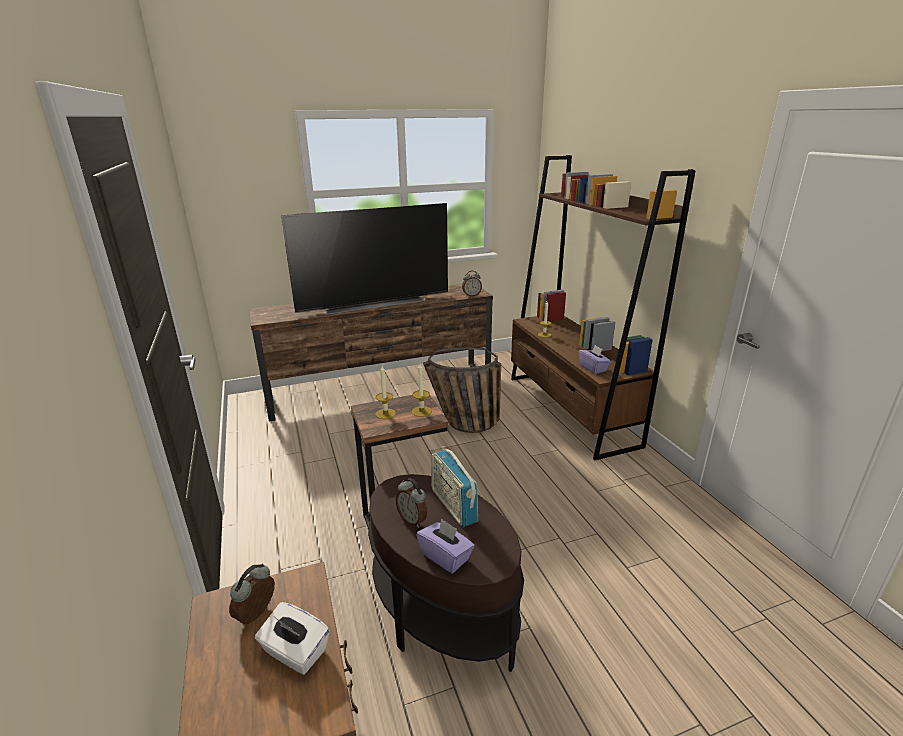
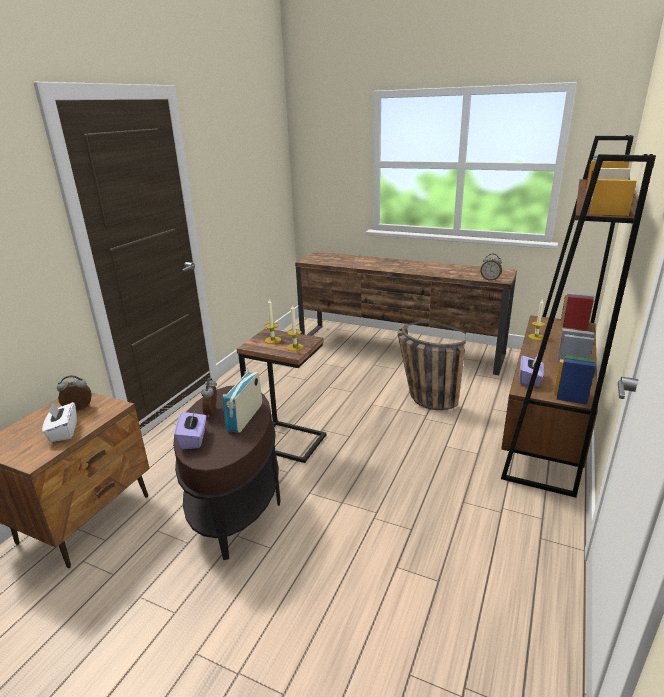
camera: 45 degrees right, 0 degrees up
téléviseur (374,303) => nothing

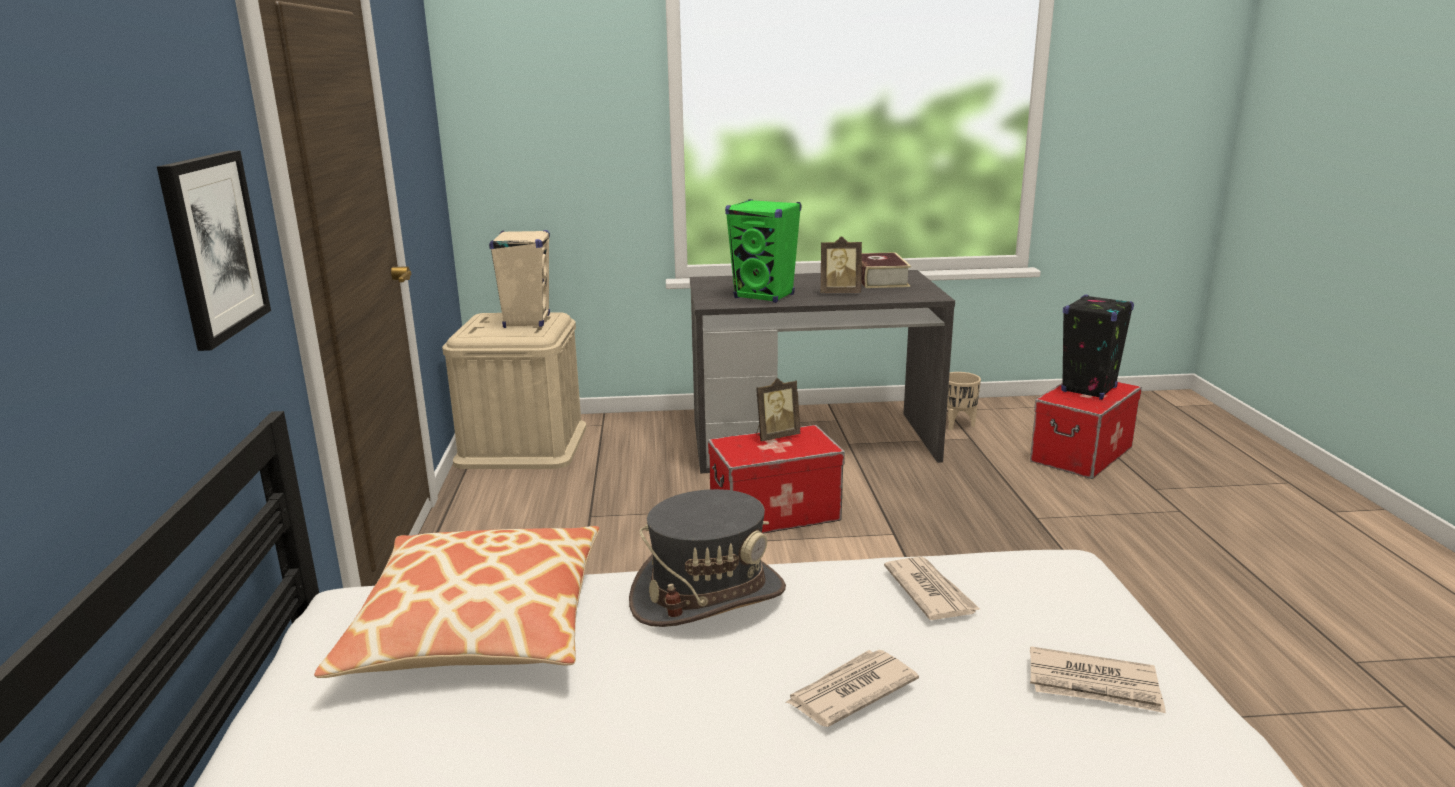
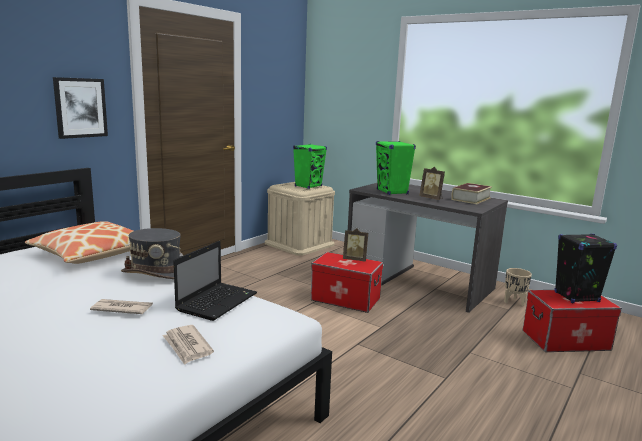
camera: 40 degrees right, 5 degrees down
journal (930,591) => ordinateur portable (218,301)
enceinte/beige (527,321) => enceinte/vert (308,186)

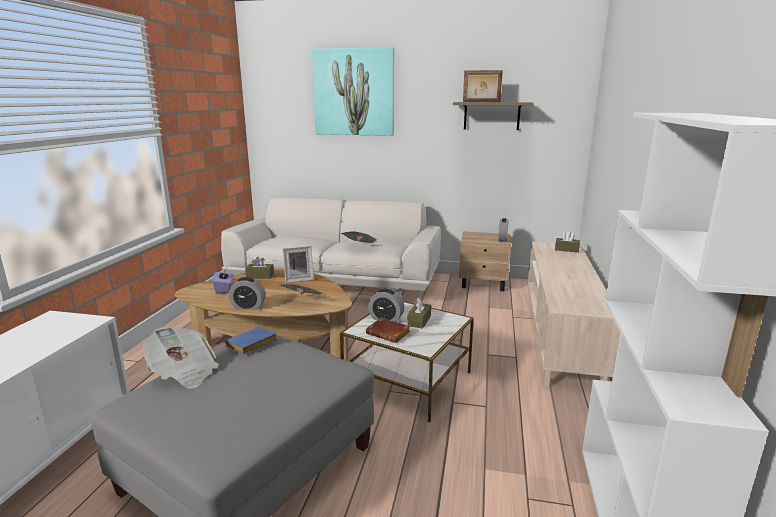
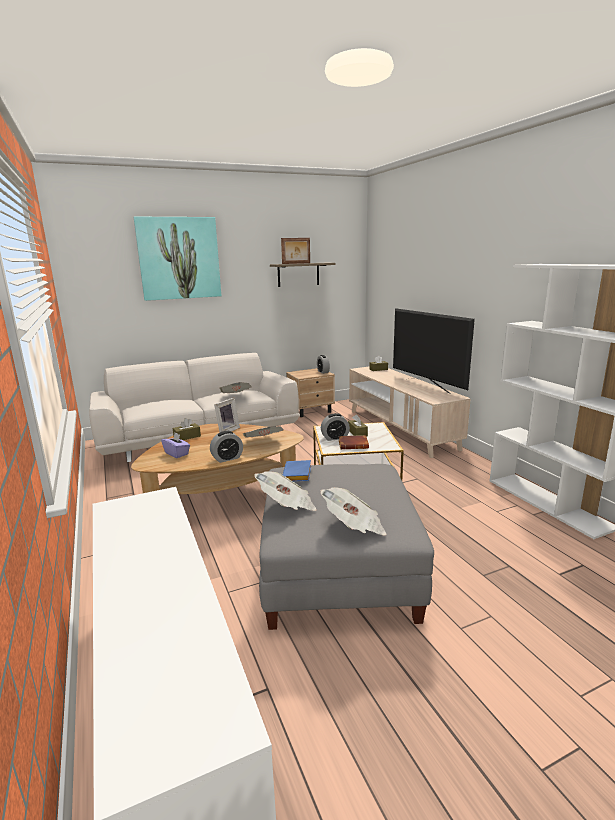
camera: 35 degrees left, 0 degrees up
nothing => journal (354,526)
nothing => téléviseur (427,386)

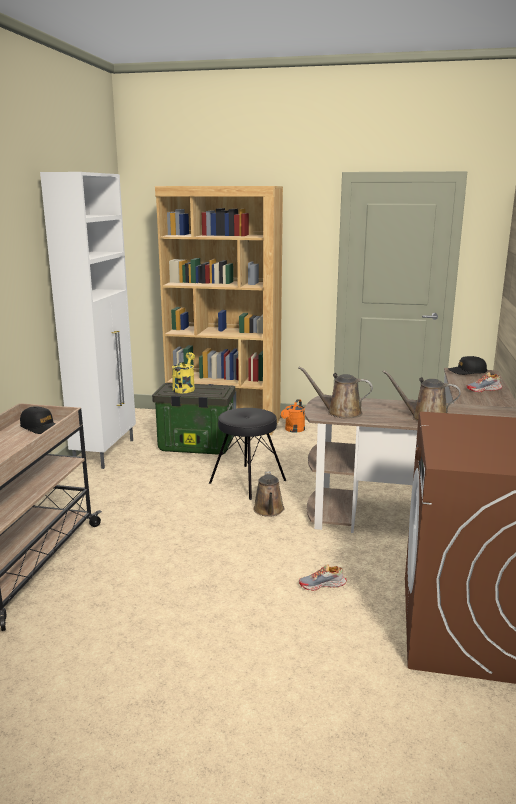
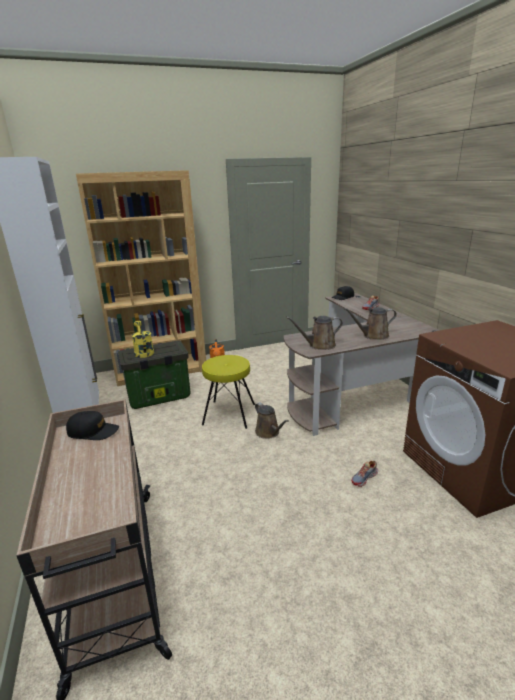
camera: 30 degrees left, 5 degrees up
tabouret/noir (247,481) => tabouret/jaune (229,414)

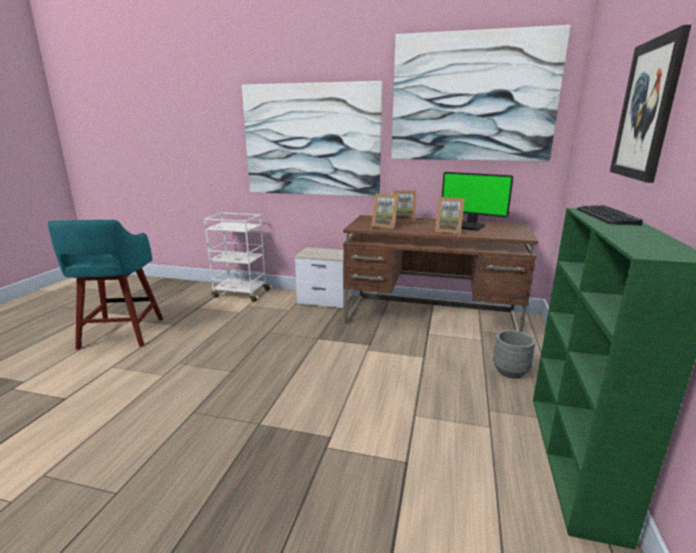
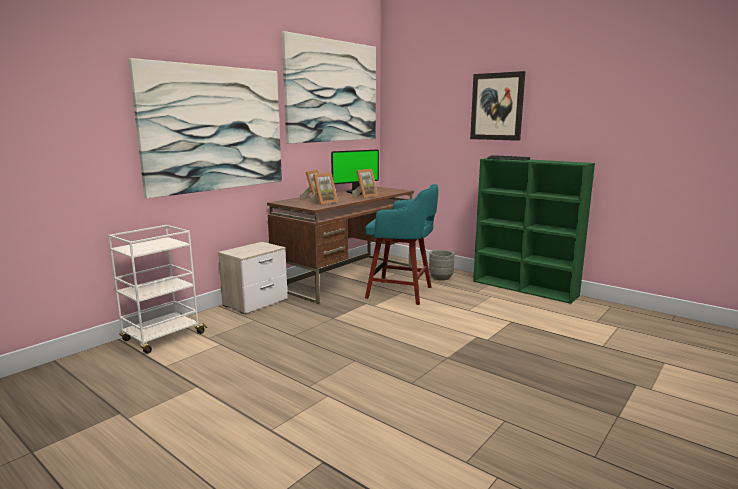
camera: 65 degrees left, 5 degrees down
tabouret/turquoise (121,334) => tabouret/turquoise (401,293), shifted

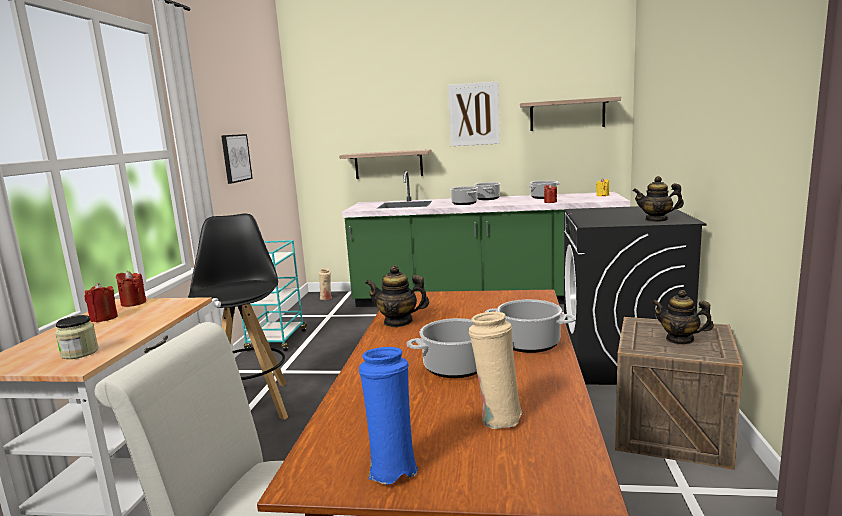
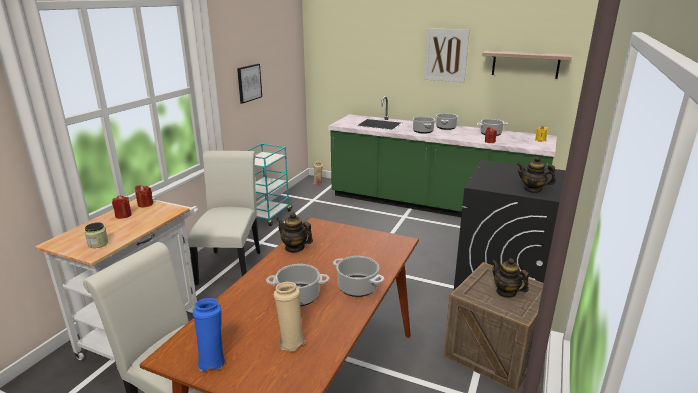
camera: 15 degrees right, 10 degrees up
tabouret/noir (251,404) => chaise/blanc (231,265)
étagère (388,164) => nothing

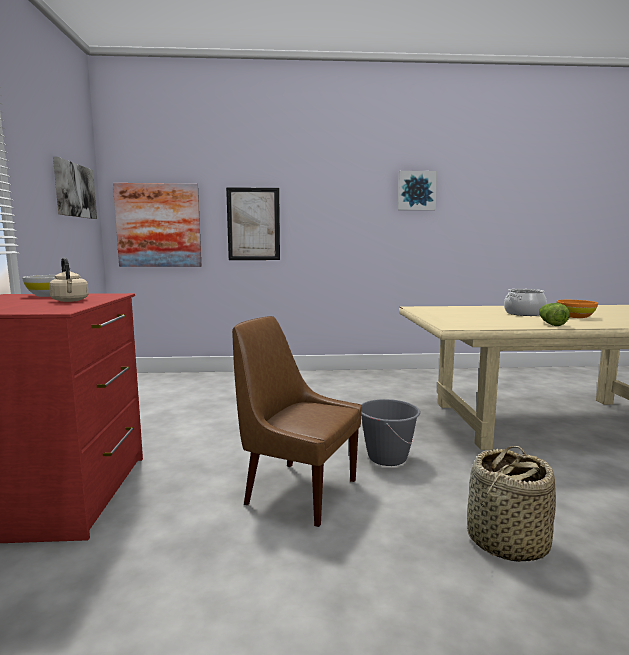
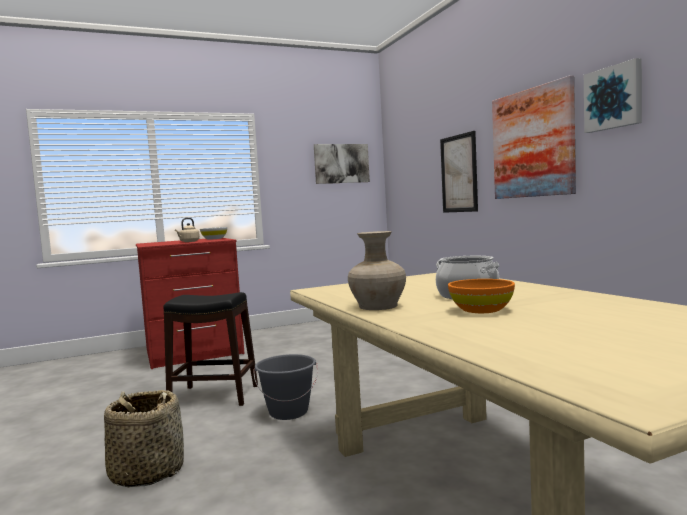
camera: 70 degrees right, 5 degrees down
chaise/marron (297,491) => tabouret/noir (214,396)
laitue (550,324) => vase/beige (377,306)
tableau (158,225) => tableau (532,143), shifted

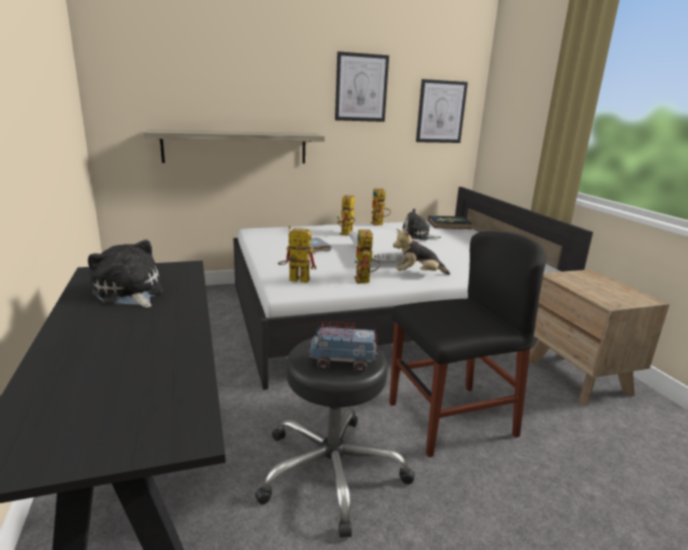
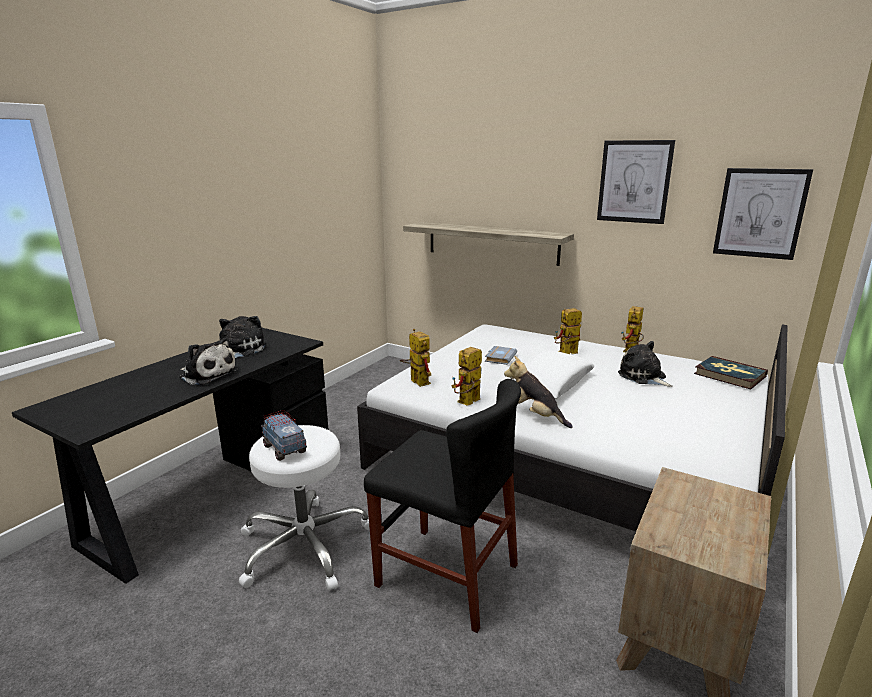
camera: 50 degrees right, 0 degrees up
nothing => peluche (207,374)
tabouret/noir (331,471) => tabouret/blanc (304,545)

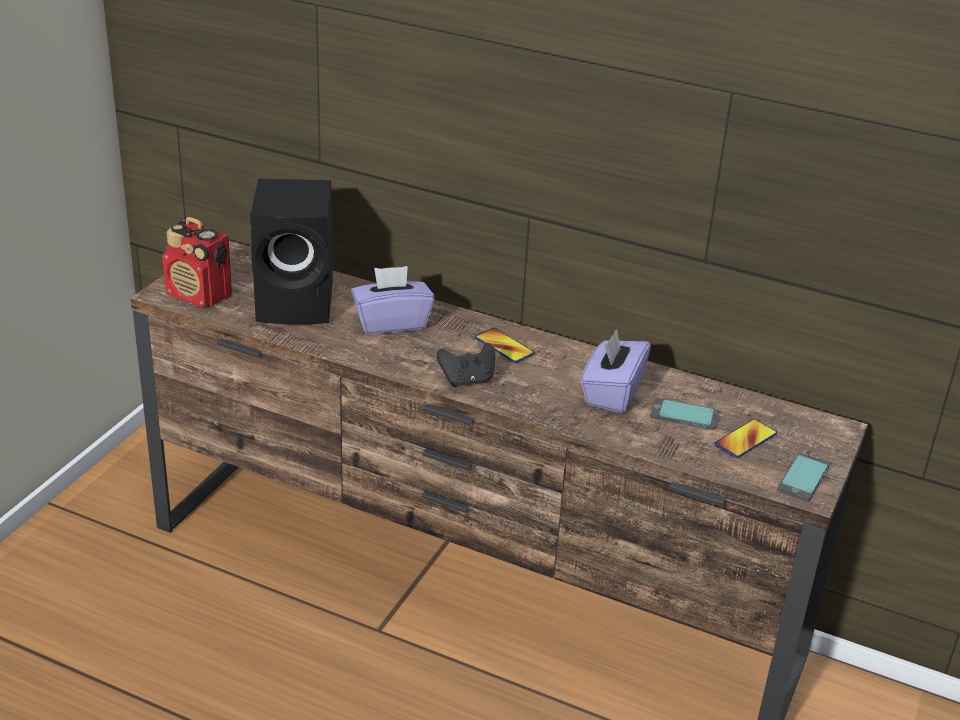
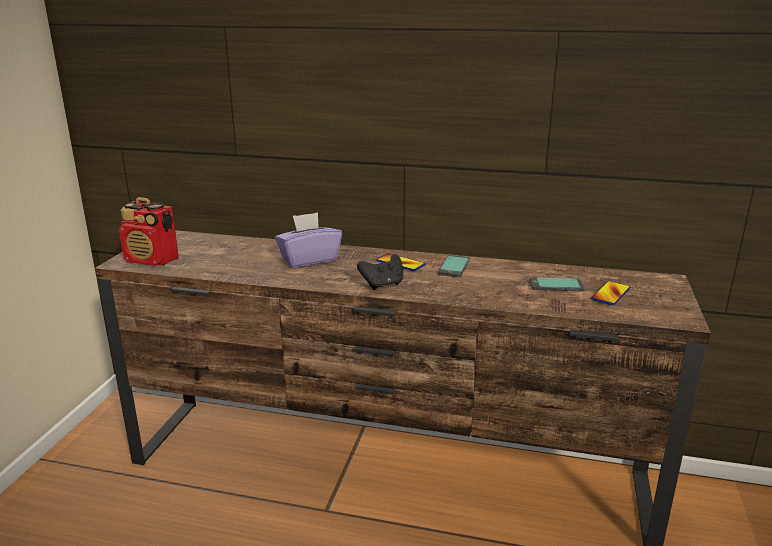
camera: 10 degrees left, 10 degrees down
téléphone (803,478) => téléphone (454,267), shifted
enceinte/noir (298,303) => nothing
boîte à mouchoirs/violet (612,392) => nothing

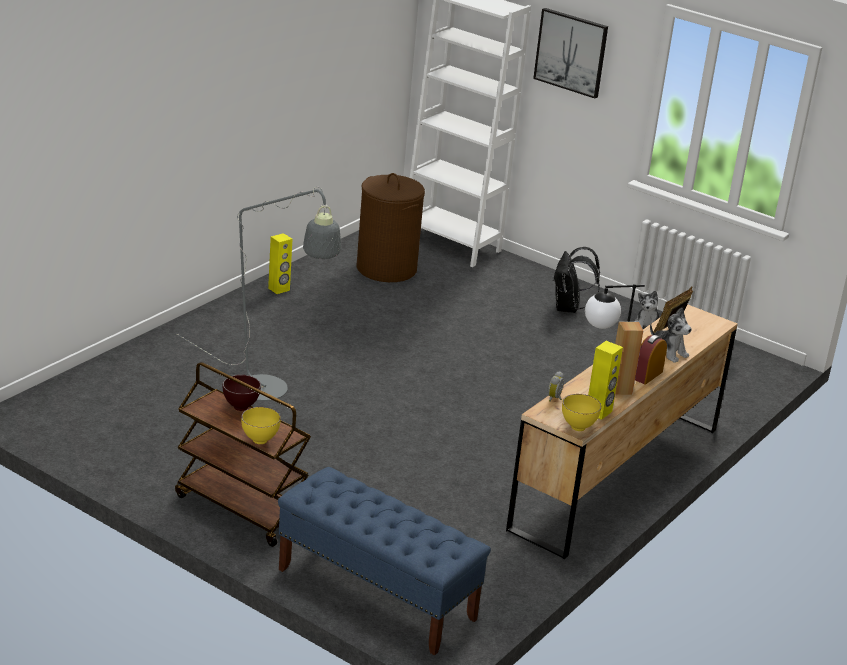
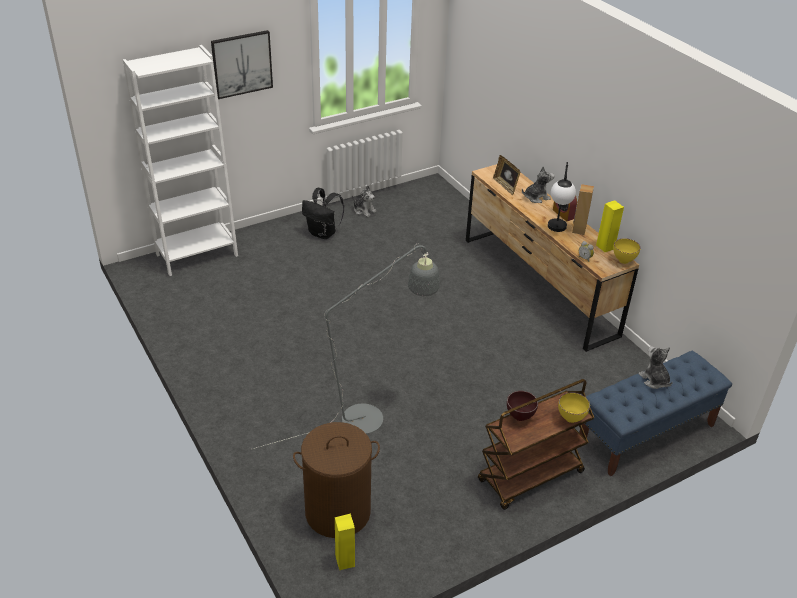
camera: 65 degrees left, 10 degrees up
panier à linge/marron (386,269) => panier à linge/marron (337,512), shifted
enceinte/jaune (279,289) => enceinte/jaune (345,561), shifted
nothing => peluche (654,380)

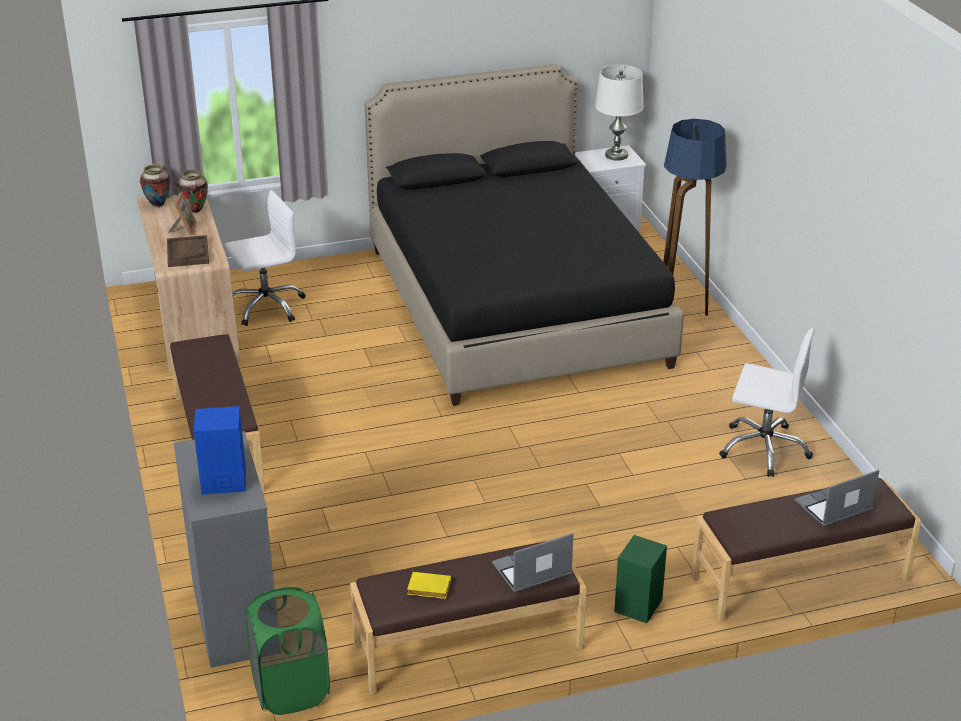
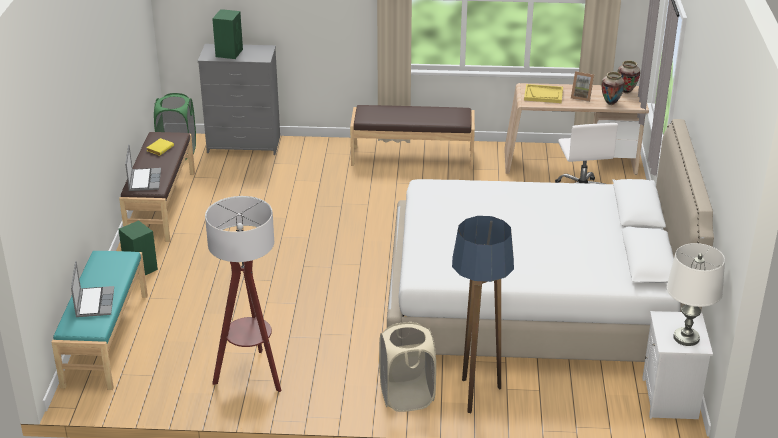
camera: 110 degrees right, 0 degrees up
banc/marron (800,579) => banc/turquoise (105,339)
chaise de bureau/blanc (764,448) => lampadaire (251,374)
enceinte/bleu (222,481) => enceinte/vert (229,52)
nothing => panier à linge/beige (406,396)
lit/noir (514,306) => lit/blanc (533,305)
plateau/marron (187,253) => plateau/jaune (543,95)

